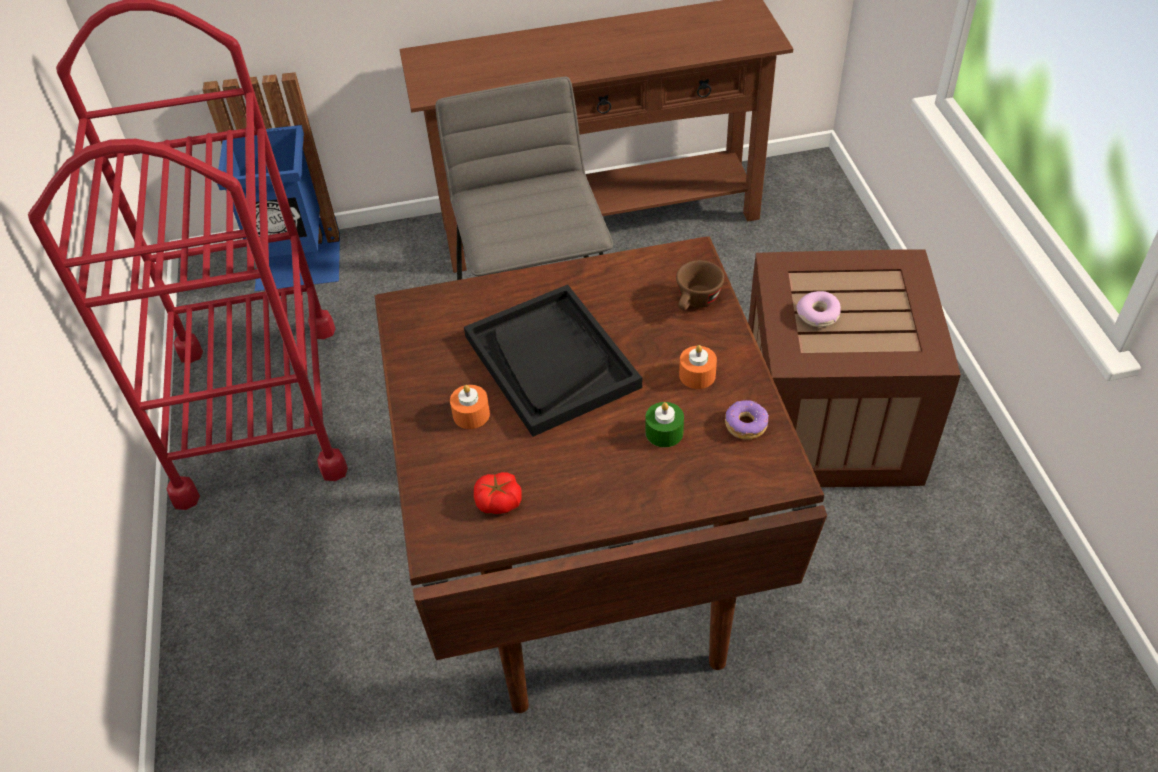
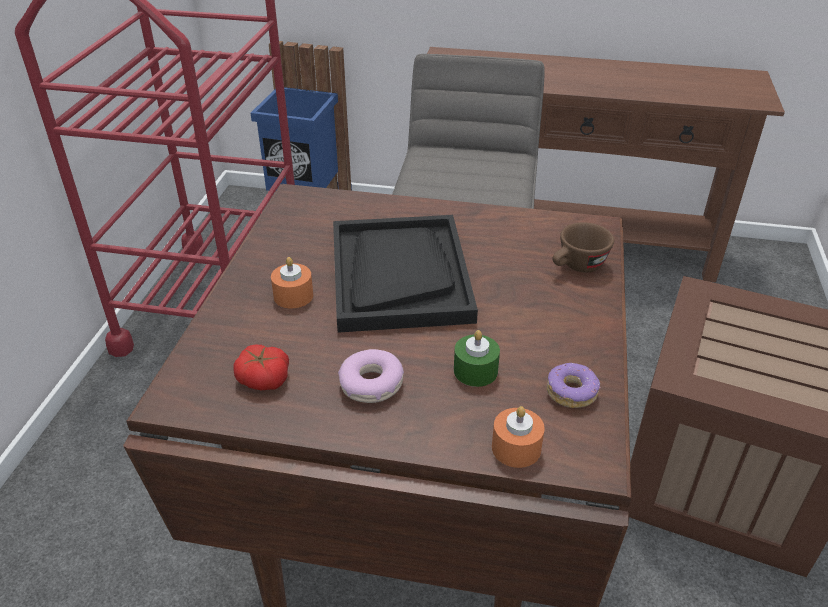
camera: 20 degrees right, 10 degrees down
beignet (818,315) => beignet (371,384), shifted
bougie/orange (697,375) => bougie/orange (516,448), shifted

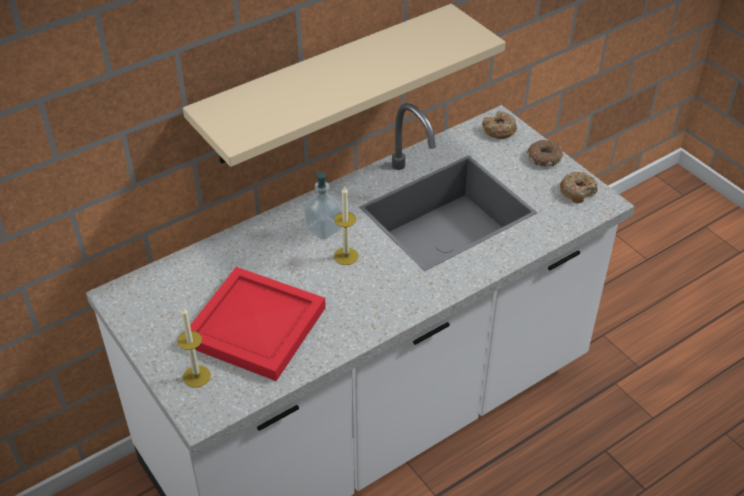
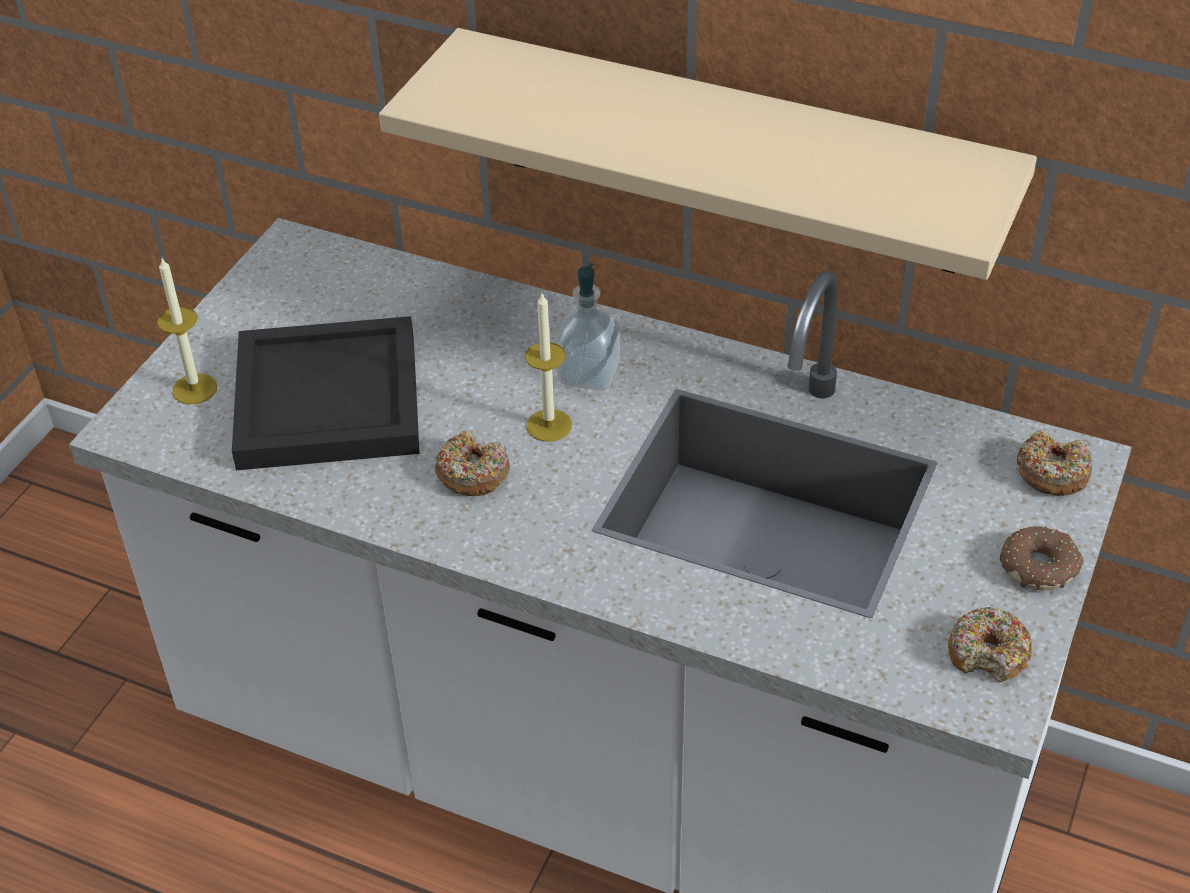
camera: 60 degrees right, 0 degrees up
plateau/rouge (256,328) => plateau/noir (325,402)
nothing => beignet (472,473)

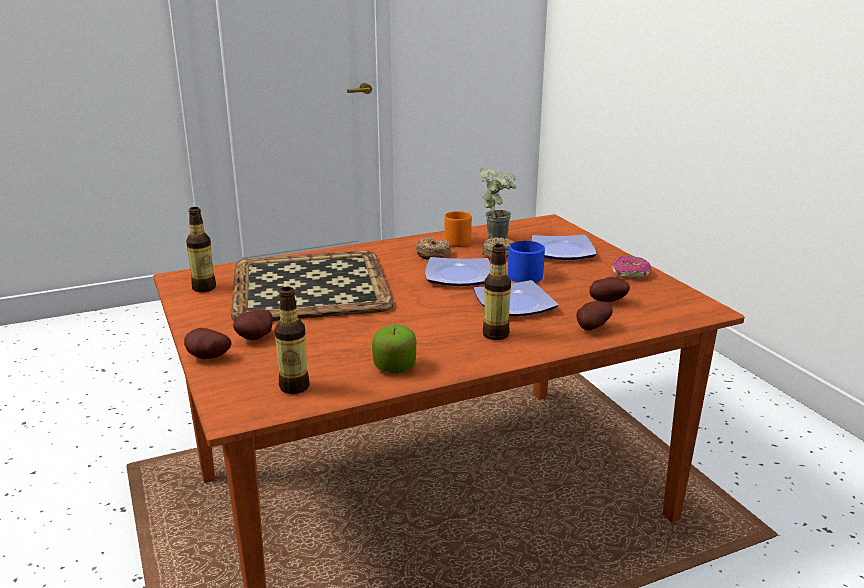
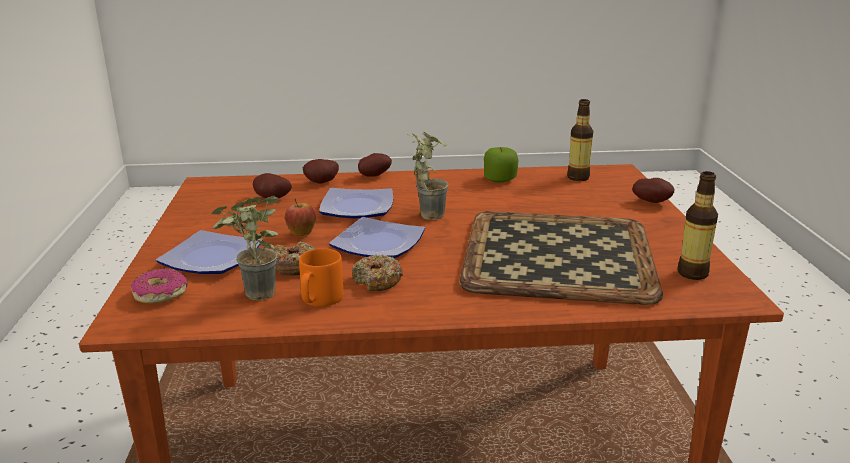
camera: 160 degrees left, 0 degrees up
beignet (630,274) => beignet (160,294), shifted
mug/bleu (528,275) => pomme (301,234)
pomme de terre (257,338) => pomme de terre (374,176), shifted
nothing => plante en pot (427,213)
bouteille (495,334) => nothing

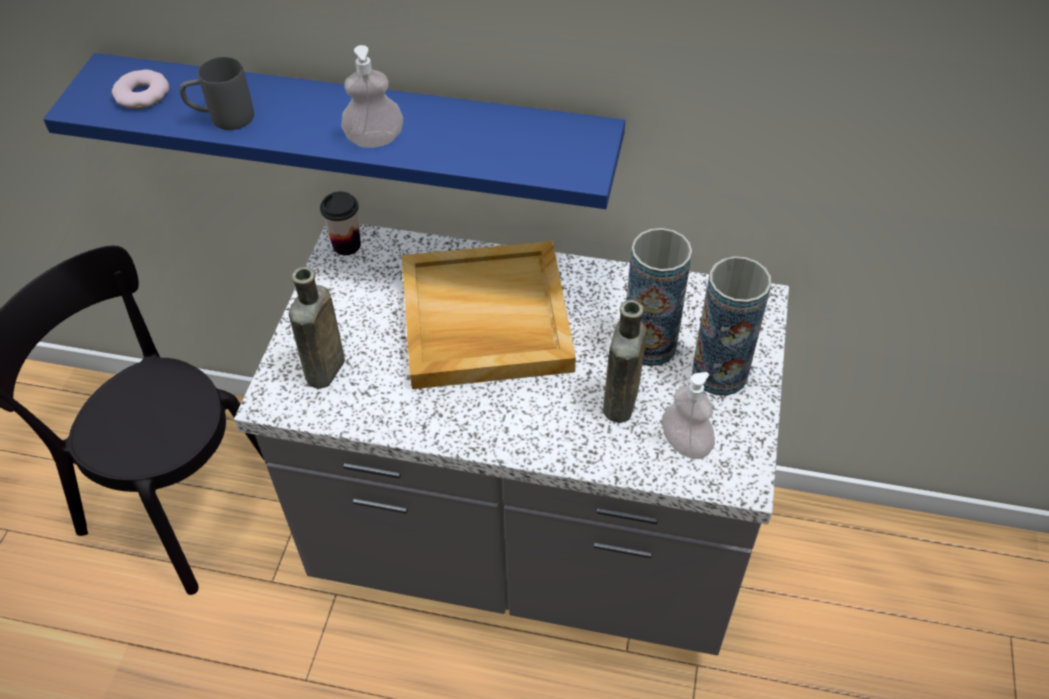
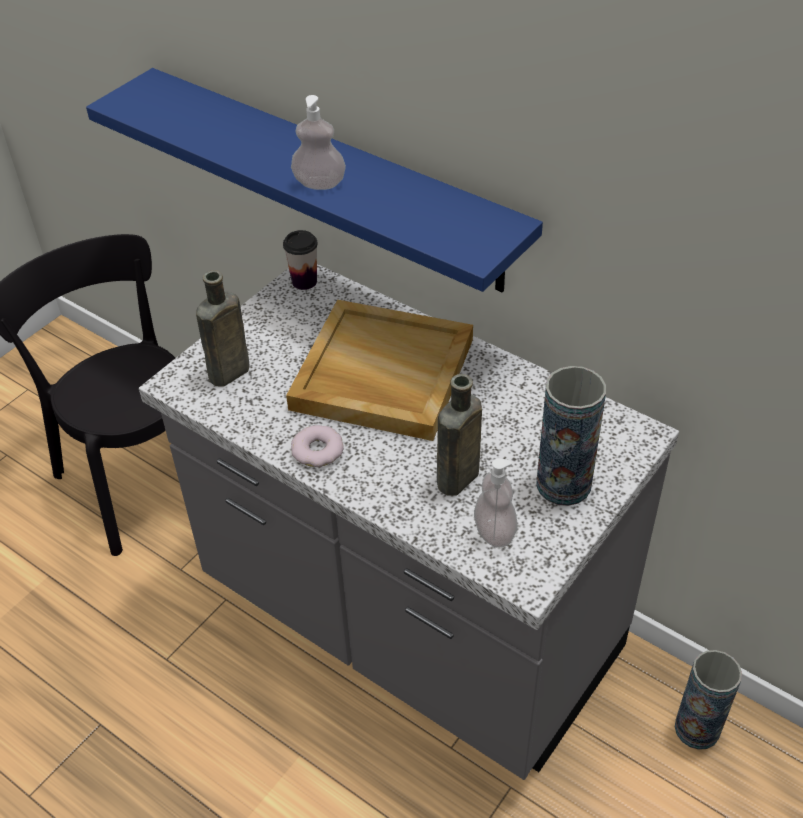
camera: 25 degrees right, 5 degrees down
beignet (143,95) => beignet (318,450), shifted
vase (649,344) => vase (697,728), shifted
mug/gris (222,118) => nothing

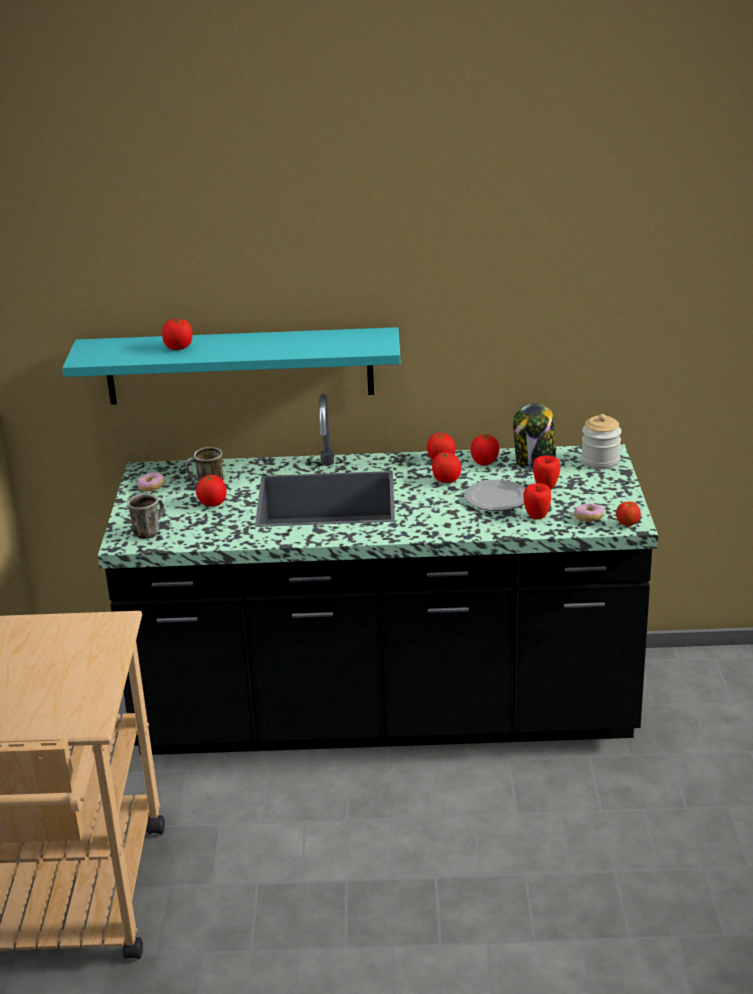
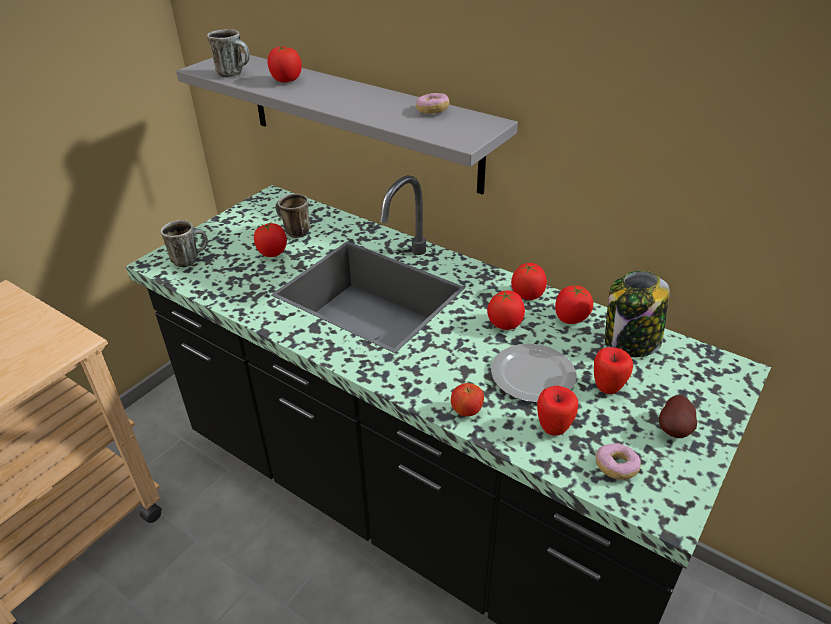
camera: 35 degrees right, 10 degrees up
étagère/turquoise (239,366) => étagère/gris (360,119)
nothing => mug (235,74)
beignet (151,487) => beignet (432,111), shifted
pomme (627,524) => pomme (467,411), shifted
nothing => pomme de terre (675,430)
bocal (600,461) => nothing

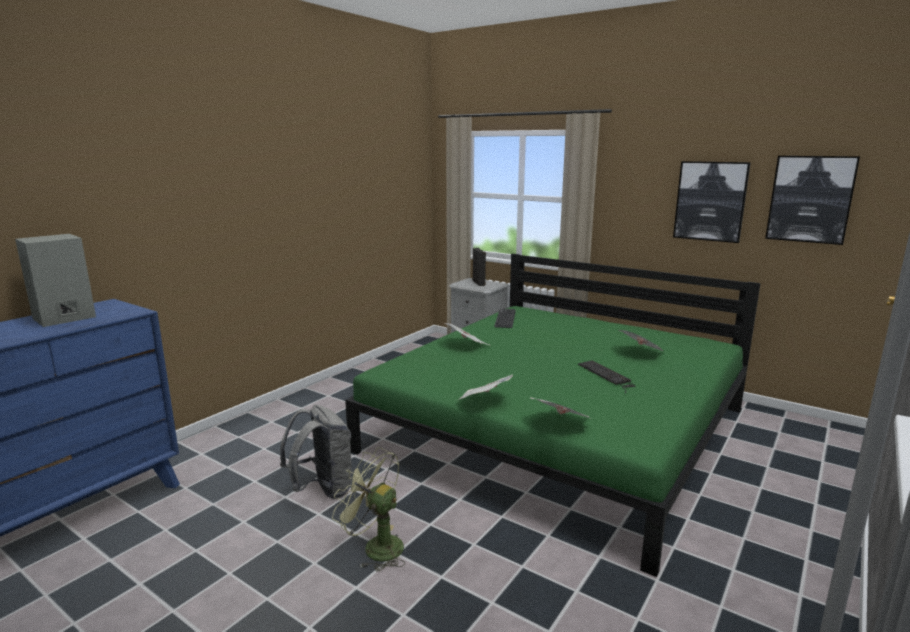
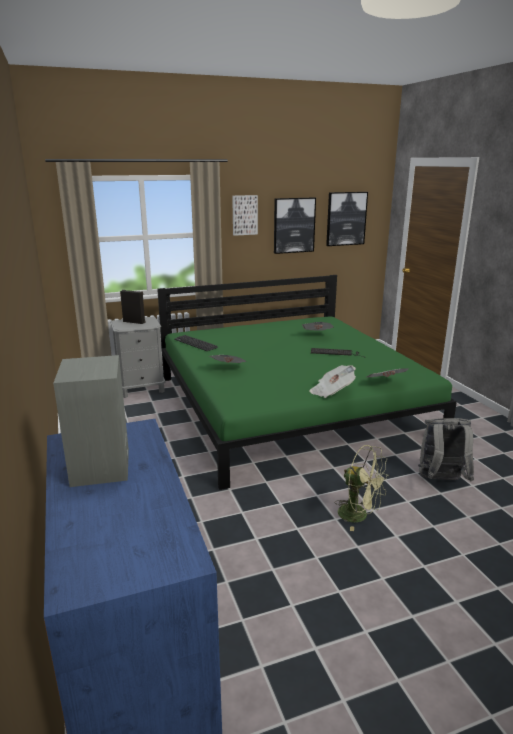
camera: 55 degrees left, 5 degrees up
nothing => tableau (244,215)
ventilateur/vert (375,547) => ventilateur/vert (359,515), 120 degrees counterclockwise
sac à dos/gris (322,490) => sac à dos/gris (441,481), shifted

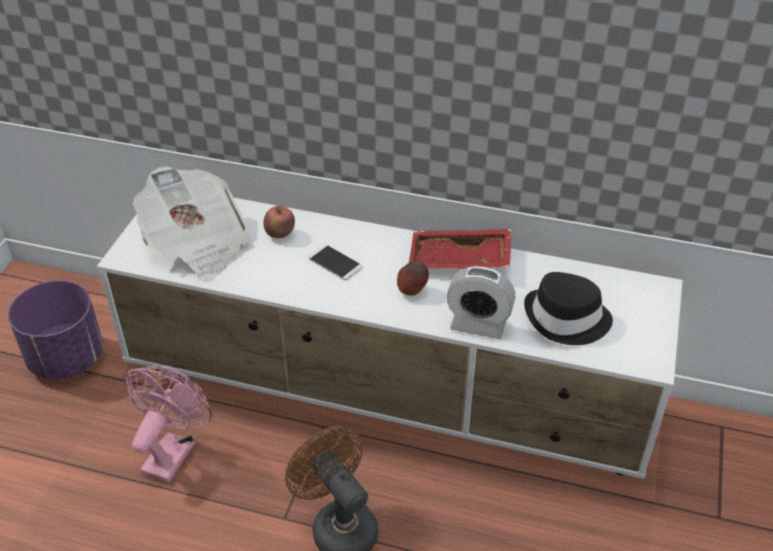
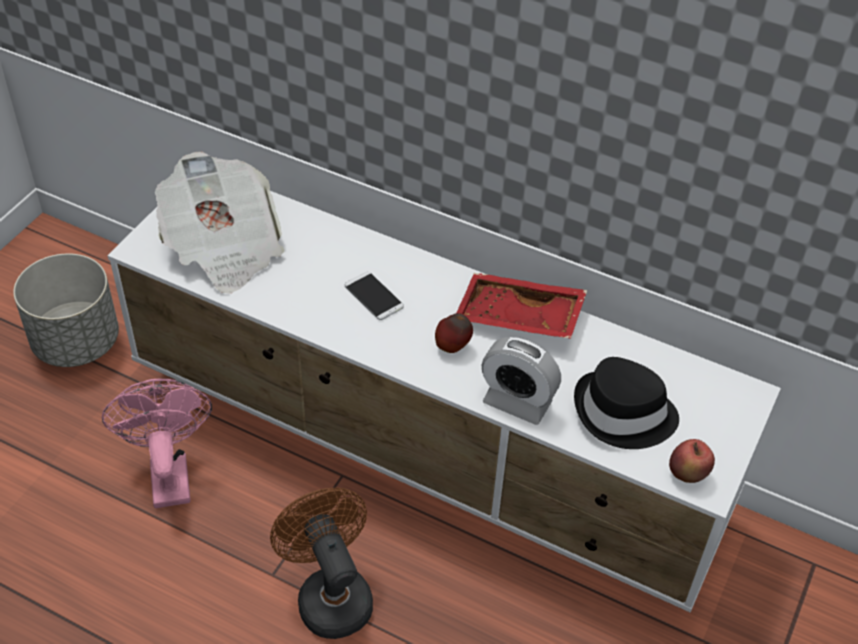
camera: 10 degrees right, 5 degrees up
cache-pot/violet (66,359) => cache-pot/gris (76,343)
ventilateur/rose (173,451) => ventilateur/rose (168,473), 45 degrees counterclockwise
pomme (280,235) => pomme (687,474), shifted

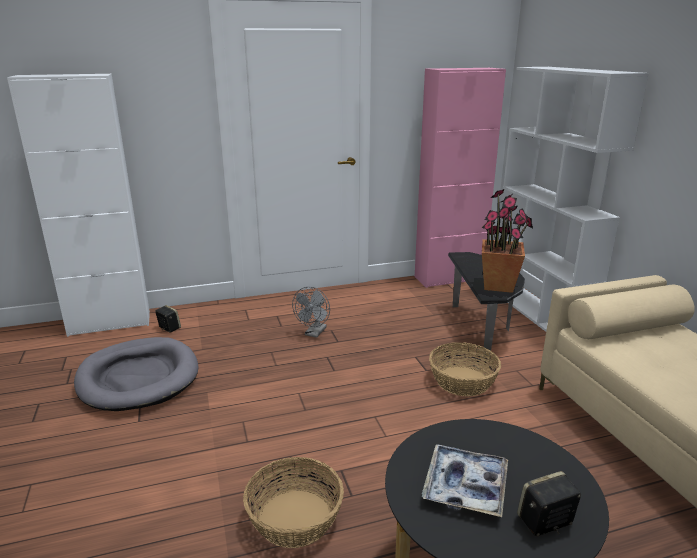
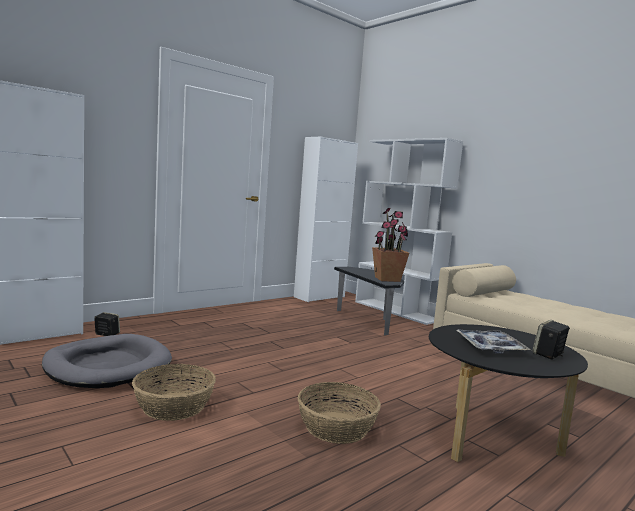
camera: 25 degrees left, 15 degrees down
panier (462,381) => panier (173,406), shifted
meuble de rangement/rose (449,278) => meuble de rangement/blanc (319,297)
ventilateur/gris (314,333) => nothing

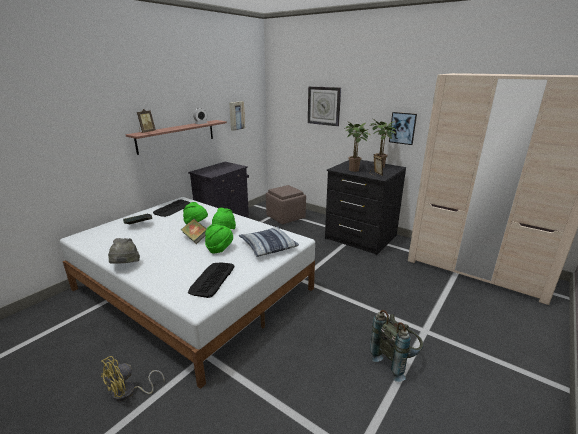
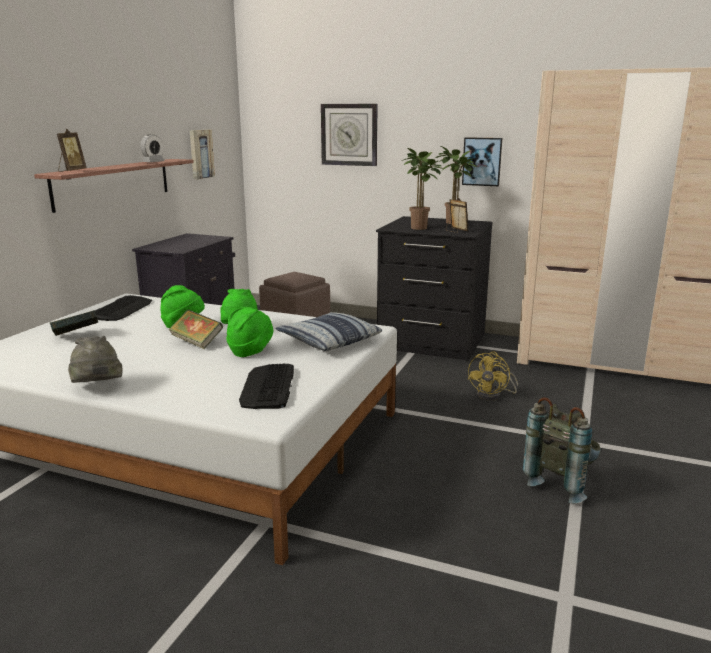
camera: 15 degrees left, 5 degrees down
ventilateur/jaune (129,392) => ventilateur/jaune (493,395), shifted

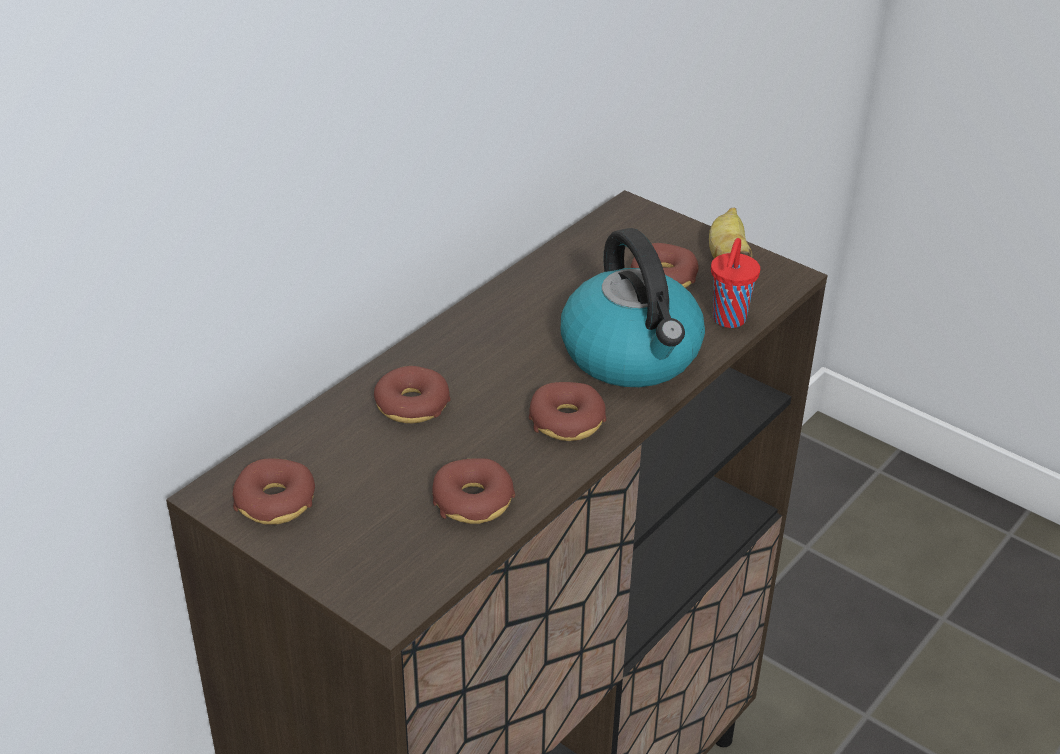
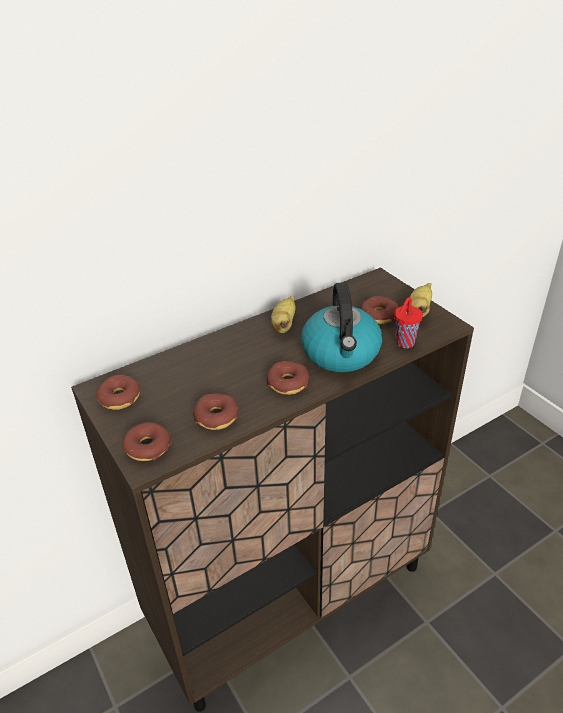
camera: 20 degrees right, 0 degrees up
beignet (412,405) => beignet (147,447), shifted
nothing => banane (284,325)

